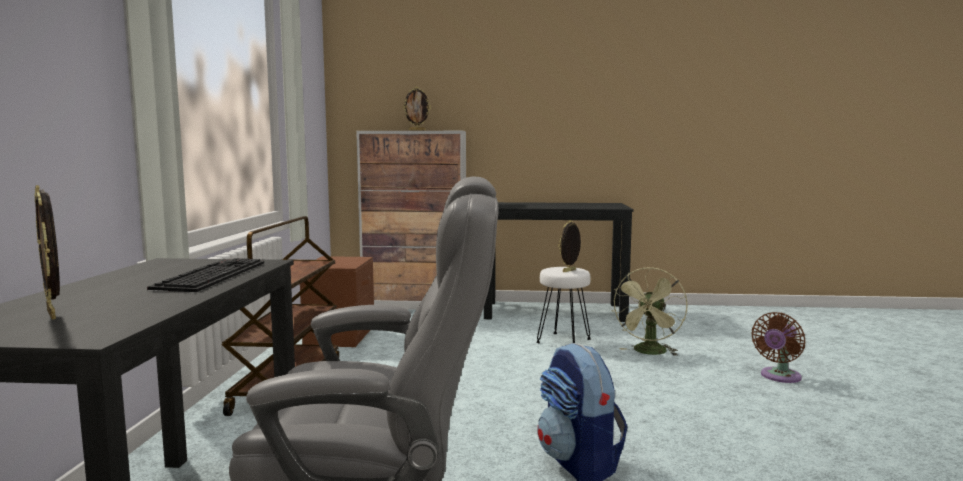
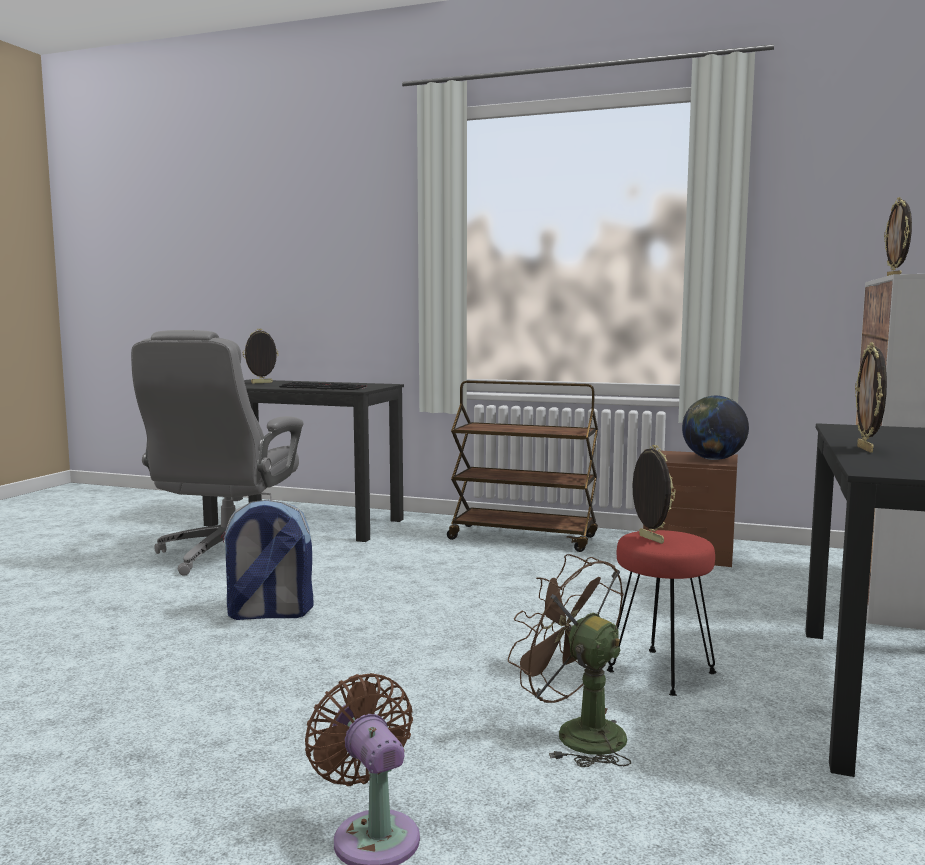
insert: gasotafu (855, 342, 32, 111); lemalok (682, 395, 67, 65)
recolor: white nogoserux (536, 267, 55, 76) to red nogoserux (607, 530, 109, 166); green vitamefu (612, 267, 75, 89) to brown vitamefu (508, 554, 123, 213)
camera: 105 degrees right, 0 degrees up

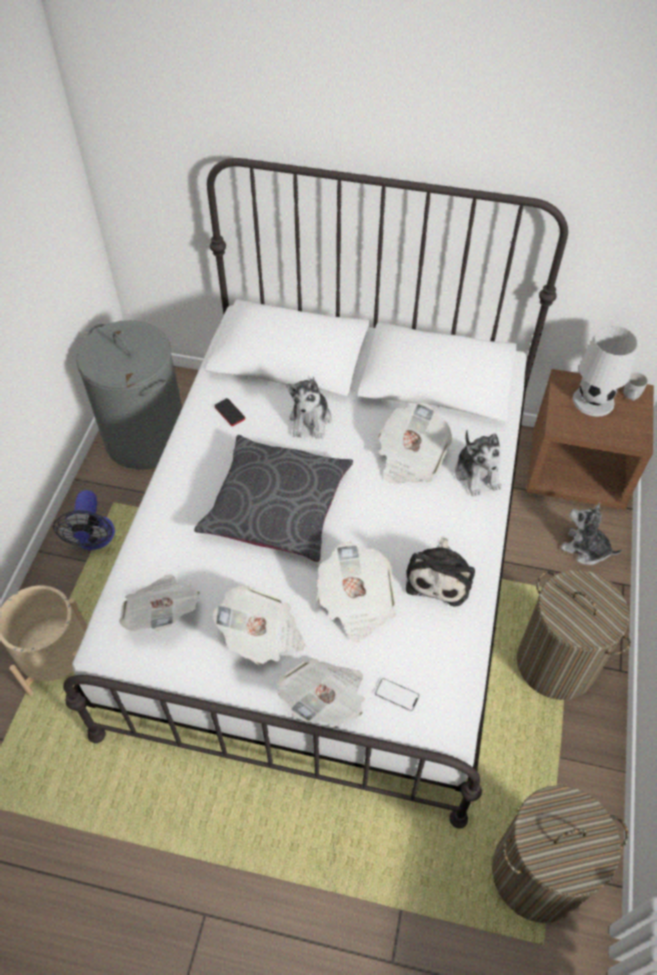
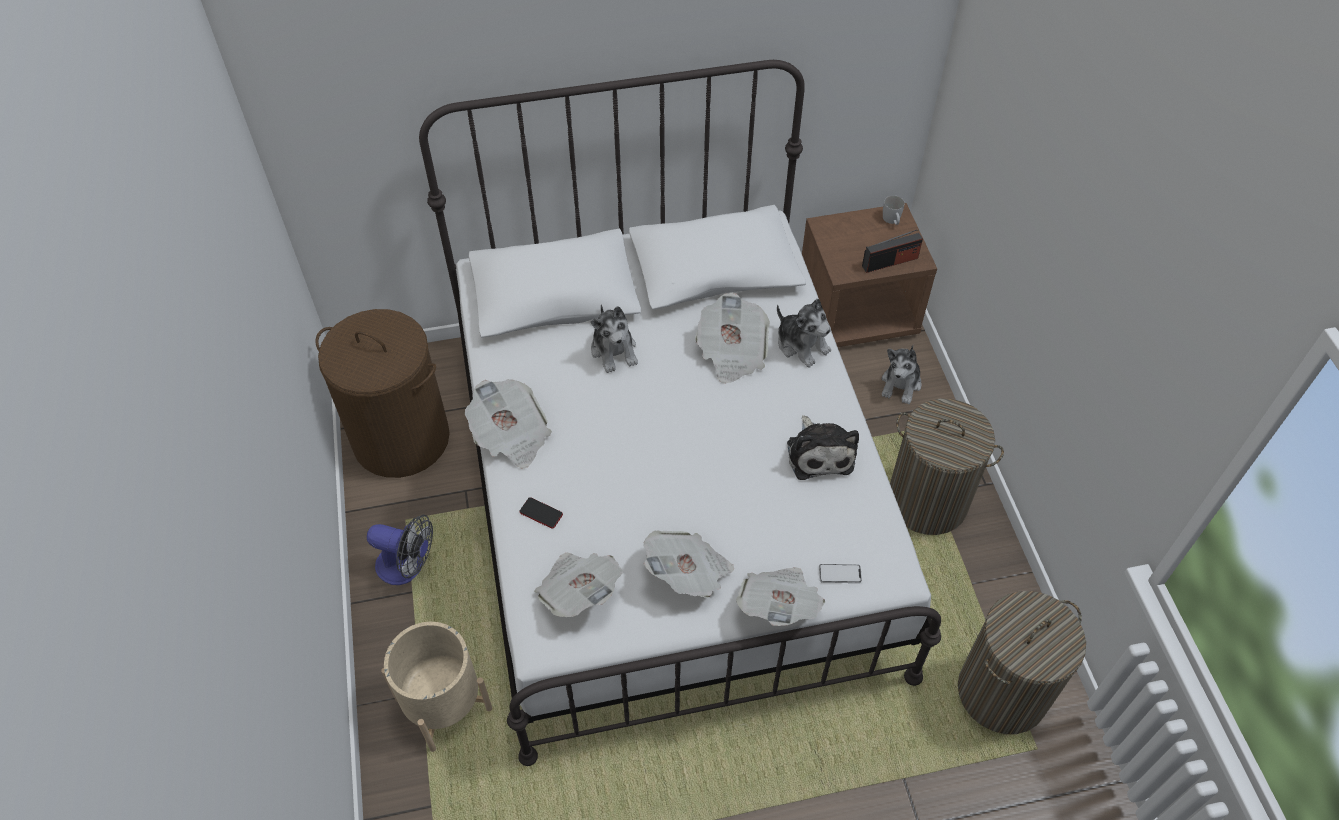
delete: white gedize (573, 326, 65, 91); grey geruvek (194, 435, 159, 127)
insert: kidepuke (862, 229, 61, 44)
move: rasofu (214, 398, 31, 28) to (519, 497, 44, 32); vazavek (317, 542, 79, 100) to (465, 379, 87, 89)
recolor: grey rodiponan (76, 320, 106, 150) to brown rodiponan (316, 309, 134, 169)
rotate: vitamefu (53, 490, 62, 61) = (367, 514, 66, 71) 45 degrees counterclockwise; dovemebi (561, 502, 61, 63) = (882, 345, 39, 59) 75 degrees counterclockwise
camera: 25 degrees left, 0 degrees up

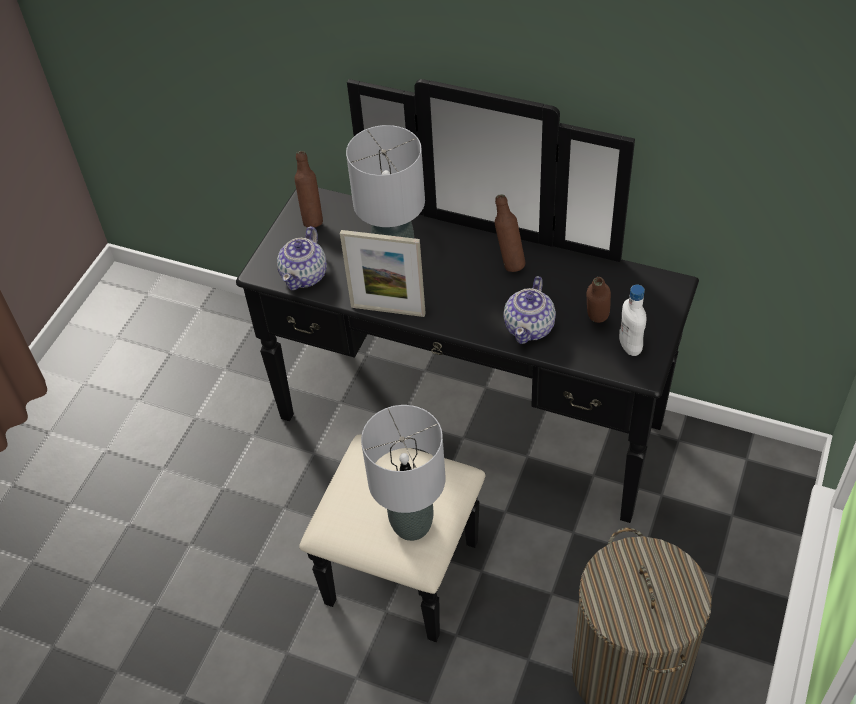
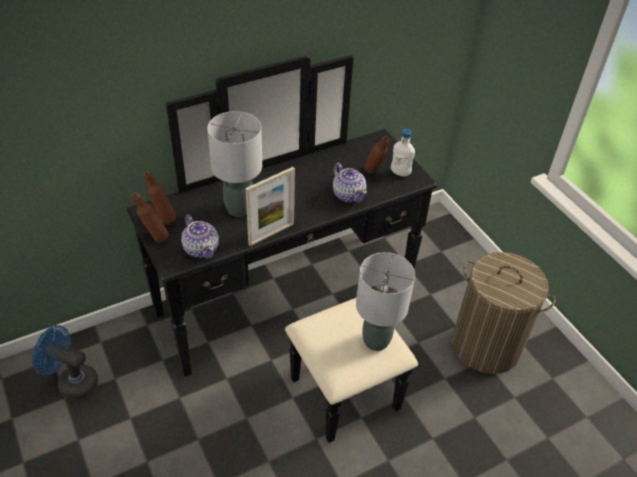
insert: blue vitamefu (32, 325, 66, 74)
move: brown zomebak (495, 194, 30, 78) to (132, 192, 37, 51)
camera: 55 degrees left, 5 degrees down

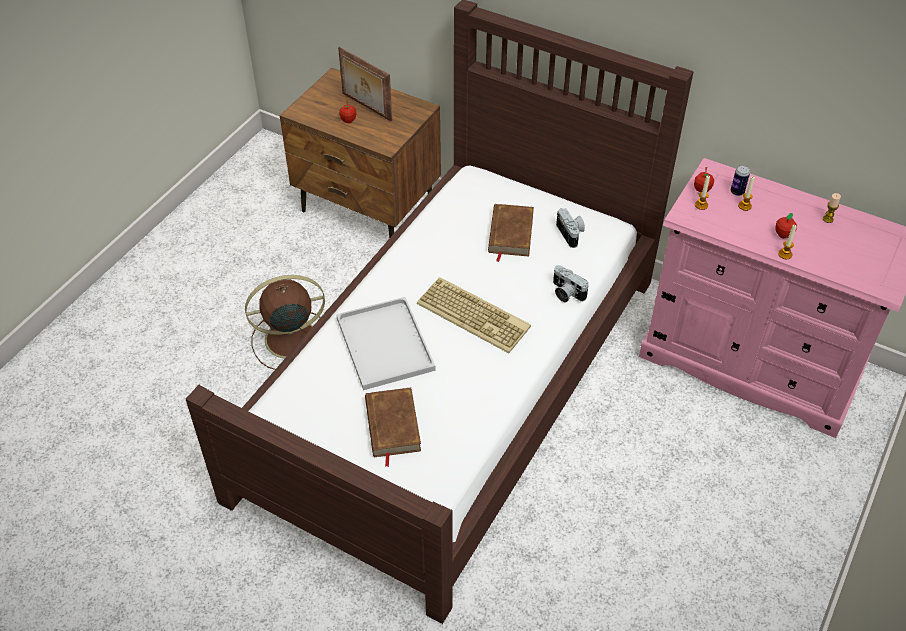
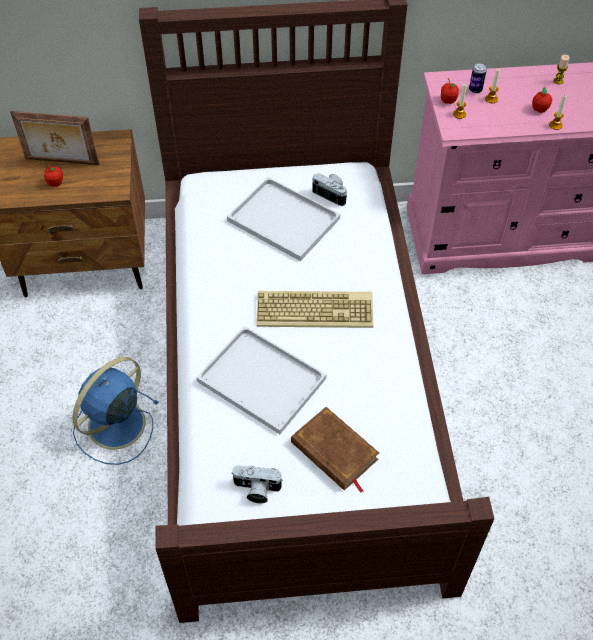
move: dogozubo (553, 265, 36, 37) to (231, 465, 52, 38)
replace: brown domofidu (488, 204, 46, 58) to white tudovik (227, 177, 113, 84)
recolor: brown vitamefu (245, 275, 80, 95) to blue vitamefu (72, 357, 86, 108)
camera: 35 degrees left, 5 degrees up

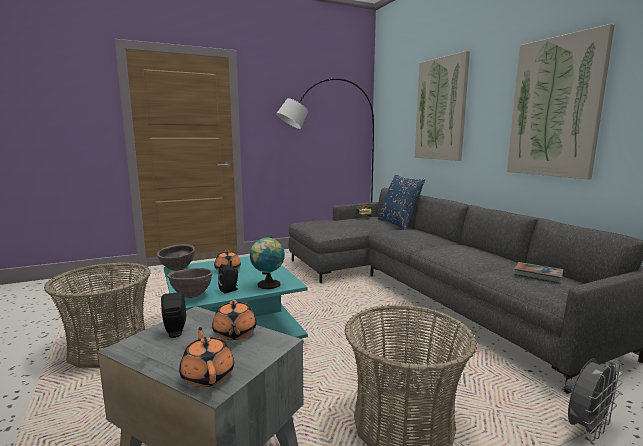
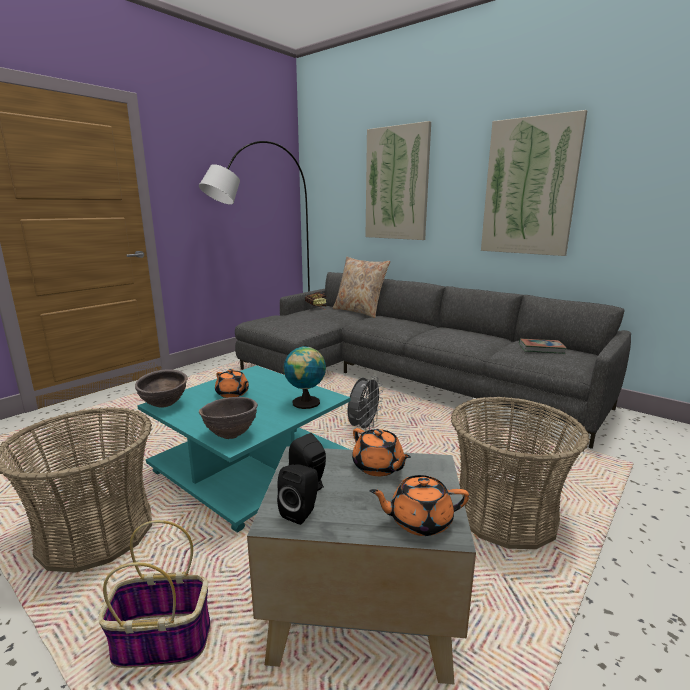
insert: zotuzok (98, 520, 113, 148)
move: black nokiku (218, 264, 20, 30) to (277, 465, 41, 60); grey vitamefu (565, 358, 58, 83) to (348, 376, 35, 55)
recolor: blue geruvek (378, 174, 47, 56) to beige geruvek (333, 257, 57, 61)
rotate: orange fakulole (179, 327, 55, 60) = (369, 475, 100, 61) 45 degrees counterclockwise
camera: 25 degrees left, 5 degrees up

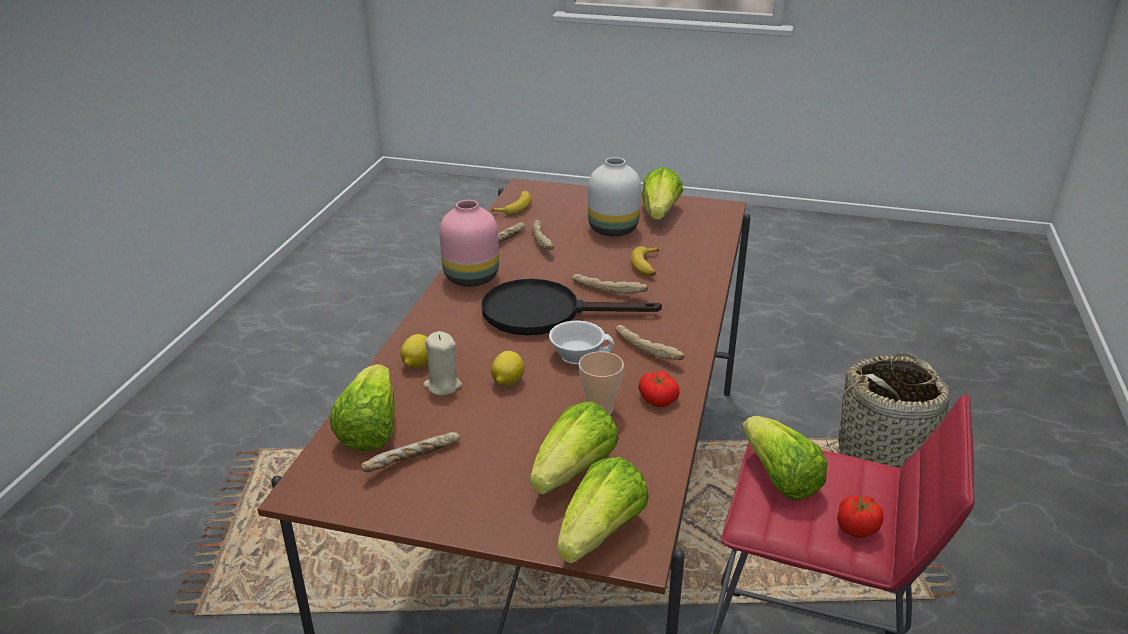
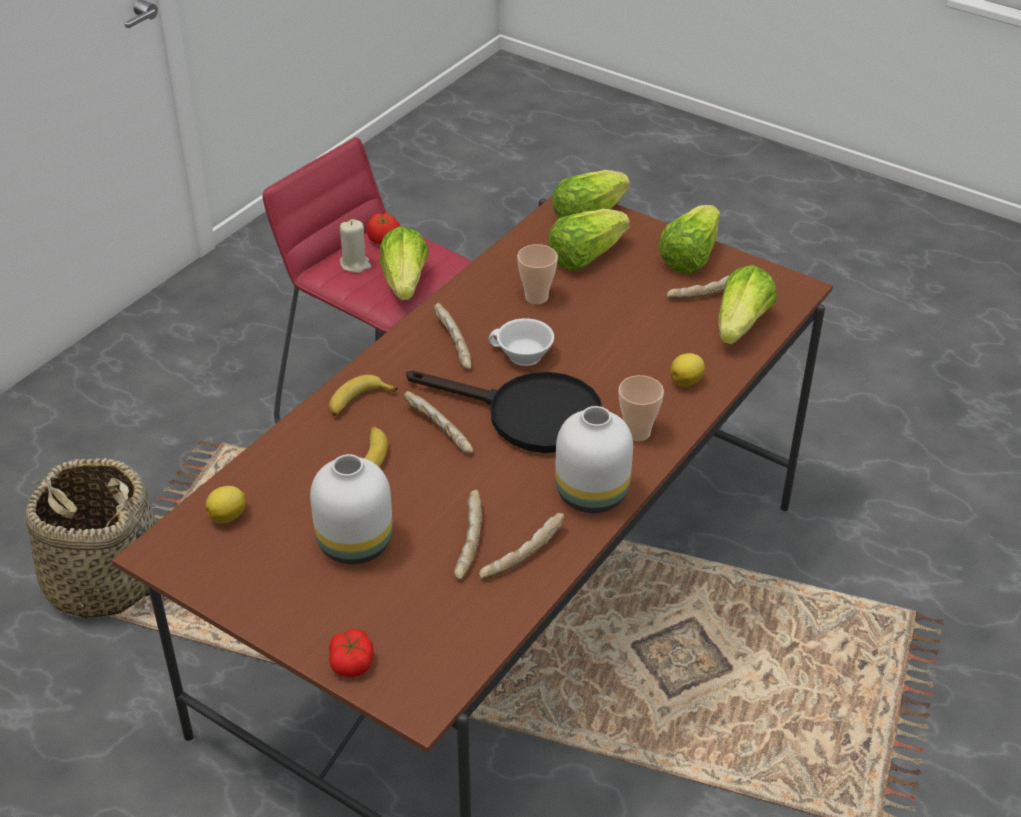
insert: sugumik (619, 375, 45, 66)
move: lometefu (642, 167, 41, 53) to (658, 205, 62, 68); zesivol (491, 191, 40, 24) to (329, 375, 69, 41); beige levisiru (423, 331, 39, 65) to (340, 219, 31, 54); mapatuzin (491, 351, 33, 35) to (205, 486, 41, 38); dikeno (638, 371, 42, 36) to (329, 629, 45, 48)
recolor: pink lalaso (439, 200, 60, 87) to white lalaso (555, 406, 78, 107)
camera: 160 degrees left, 10 degrees up

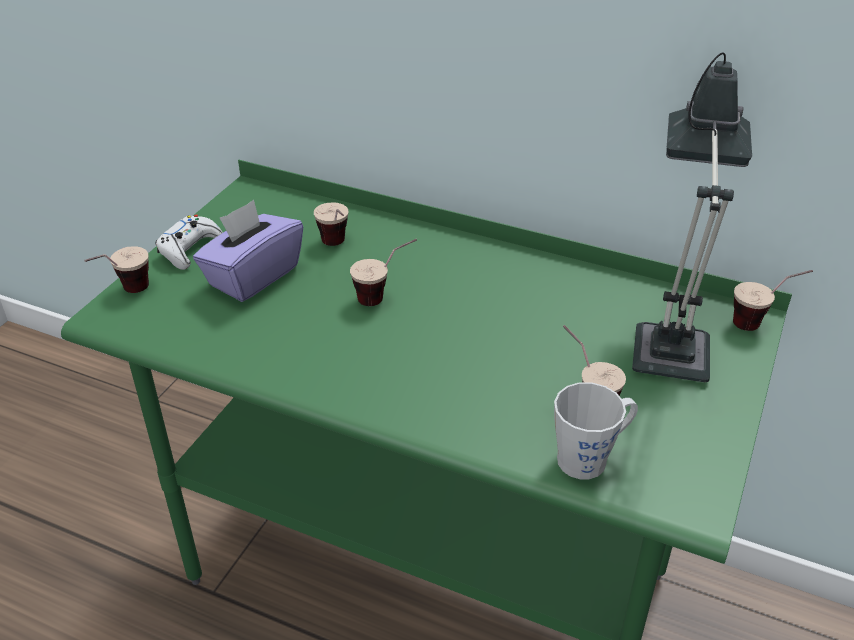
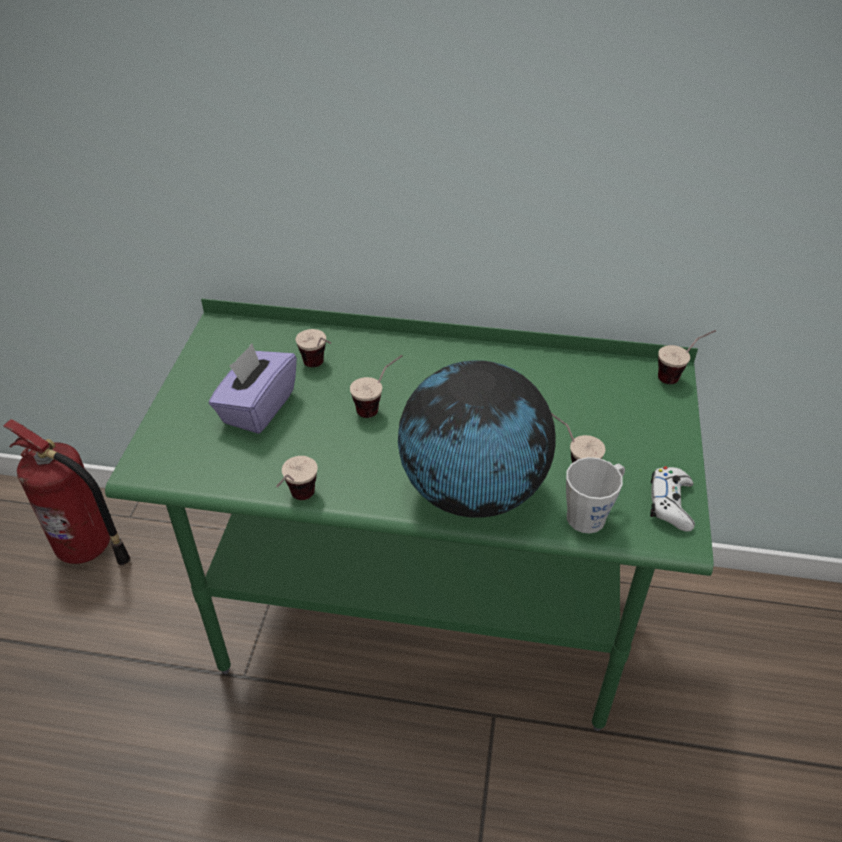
delete: gedize (632, 52, 120, 330)
insert: lemalok (398, 360, 158, 158); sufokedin (3, 419, 128, 146)
move: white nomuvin (155, 215, 68, 55) to (650, 466, 45, 66); sugumik (84, 246, 65, 47) to (276, 456, 42, 44)
camera: 15 degrees left, 5 degrees up

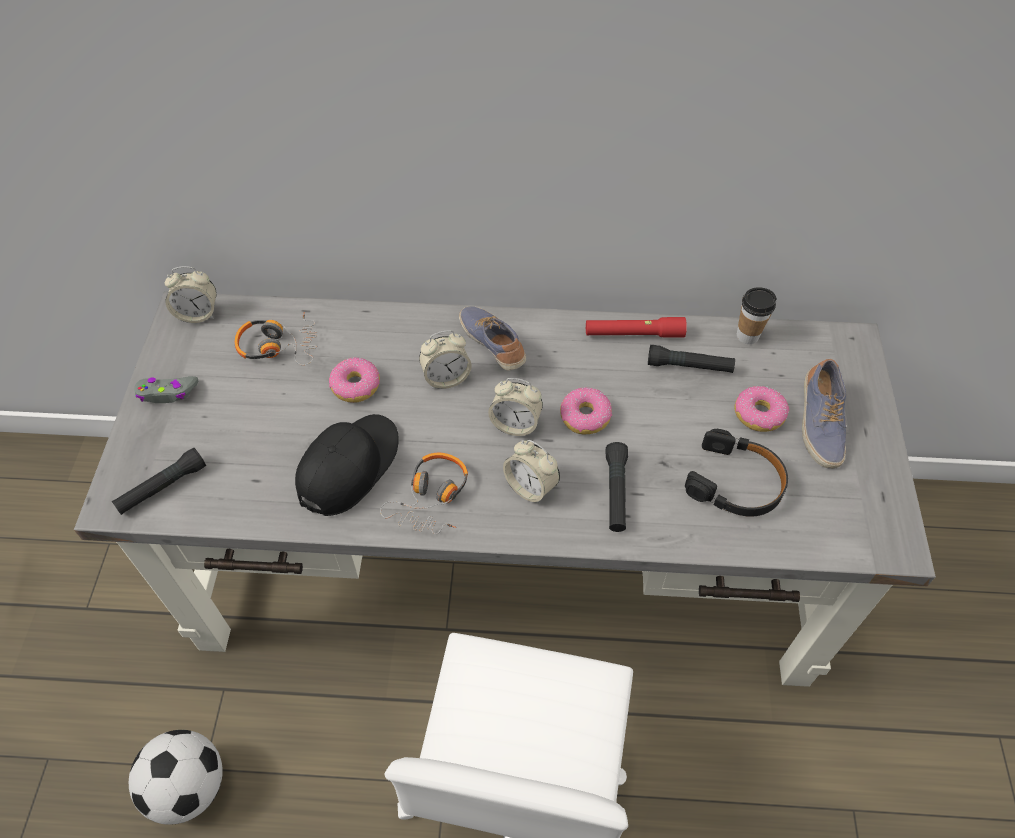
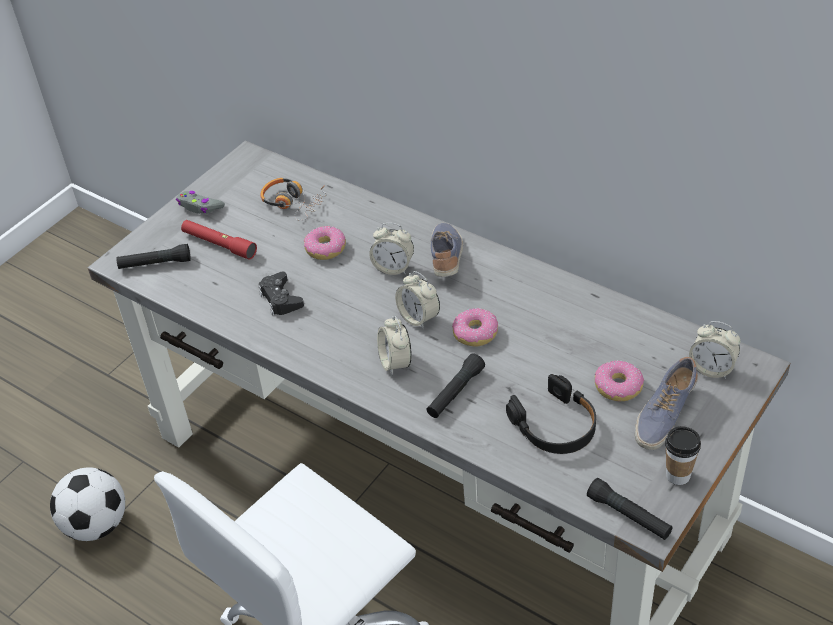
delete: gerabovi (380, 453, 88, 81)
move: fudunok (165, 266, 52, 57) to (689, 321, 52, 58); sugumik (737, 287, 40, 57) to (665, 426, 36, 59); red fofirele (586, 317, 101, 21) to (181, 220, 76, 40); black fofirele (648, 345, 87, 28) to (587, 478, 86, 62)
replace: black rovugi (295, 414, 104, 102) to black nomuvin (258, 272, 46, 43)
camera: 35 degrees right, 10 degrees down

